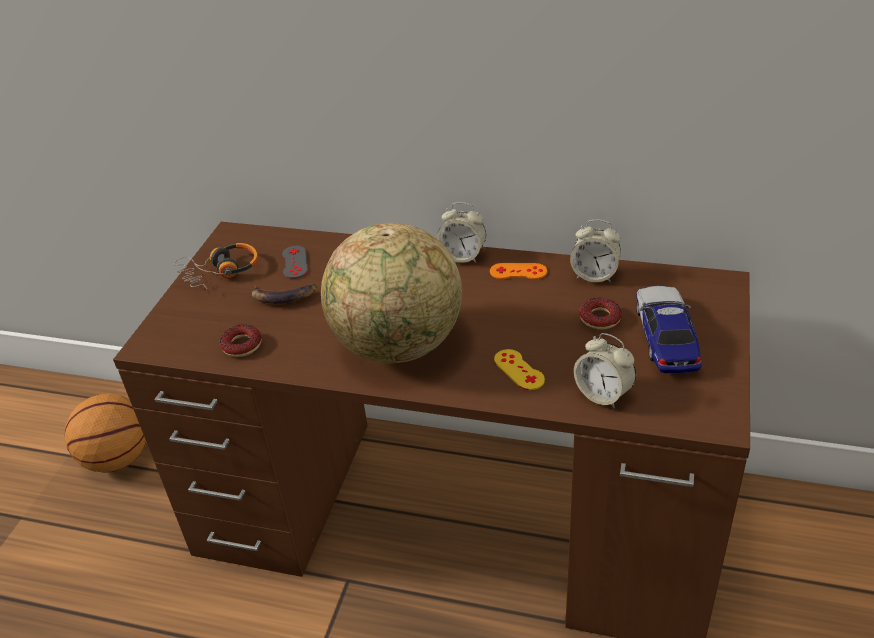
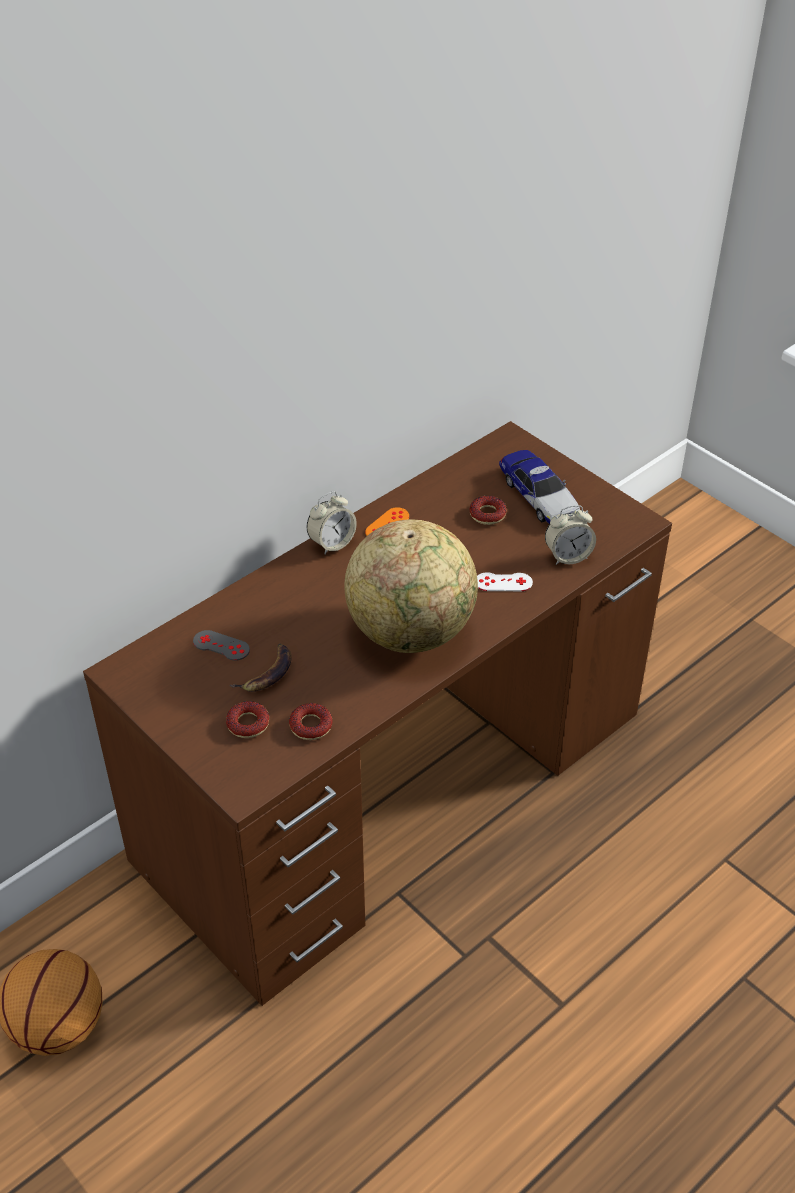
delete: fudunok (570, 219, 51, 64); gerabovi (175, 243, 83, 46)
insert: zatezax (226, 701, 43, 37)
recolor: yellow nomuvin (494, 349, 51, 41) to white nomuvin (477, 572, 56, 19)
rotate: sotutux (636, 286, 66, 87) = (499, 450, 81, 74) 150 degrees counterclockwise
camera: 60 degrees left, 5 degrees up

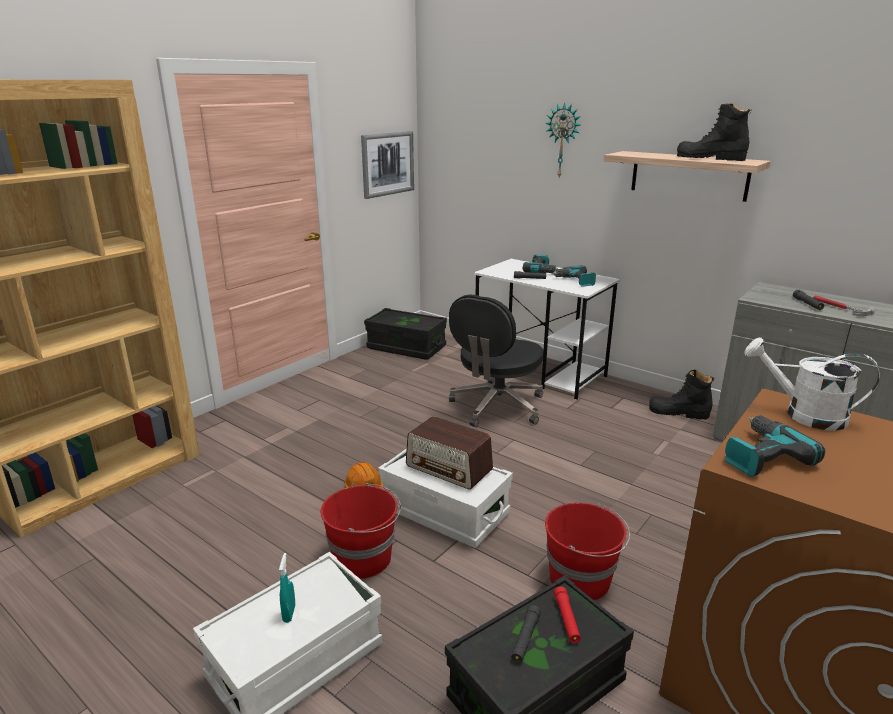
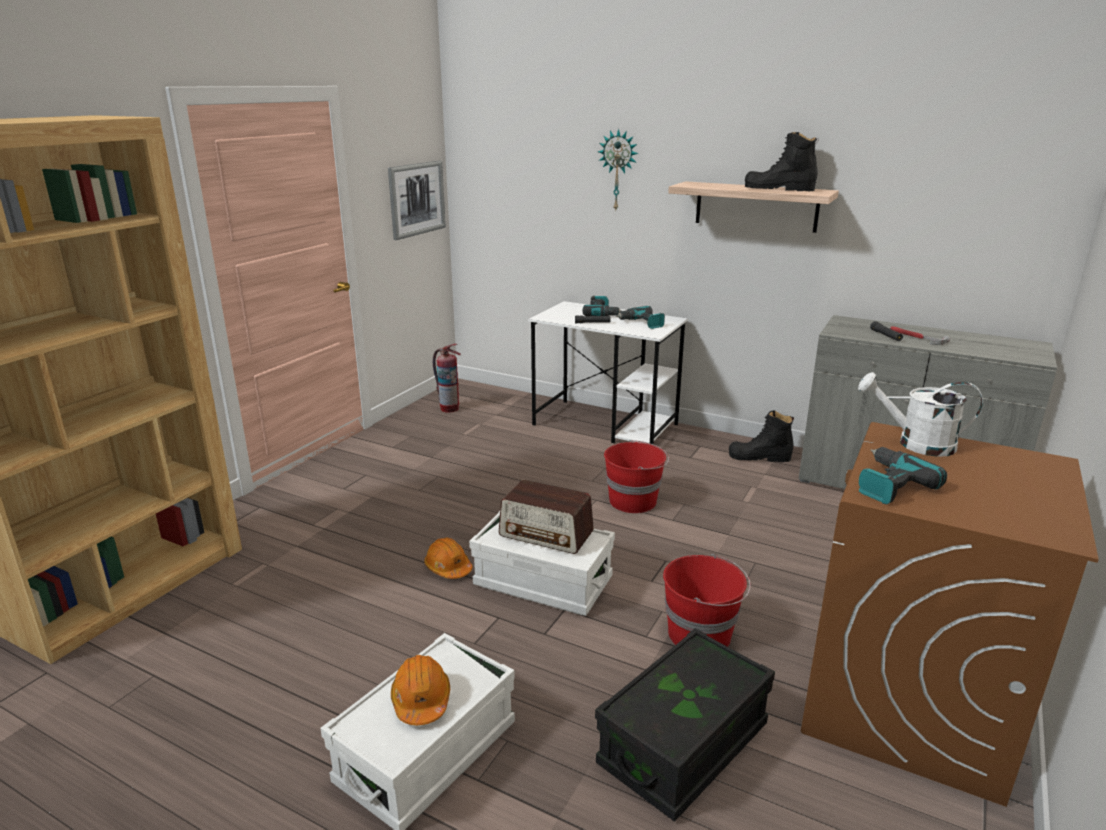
delete: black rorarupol (449, 295, 95, 132); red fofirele (554, 586, 27, 57); black fofirele (511, 605, 30, 58)
move: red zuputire (321, 483, 80, 96) to (604, 440, 65, 73)
replace: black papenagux (364, 308, 83, 52) to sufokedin (433, 344, 28, 69); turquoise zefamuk (279, 553, 16, 70) to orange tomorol (391, 655, 59, 70)
camera: 10 degrees left, 0 degrees up

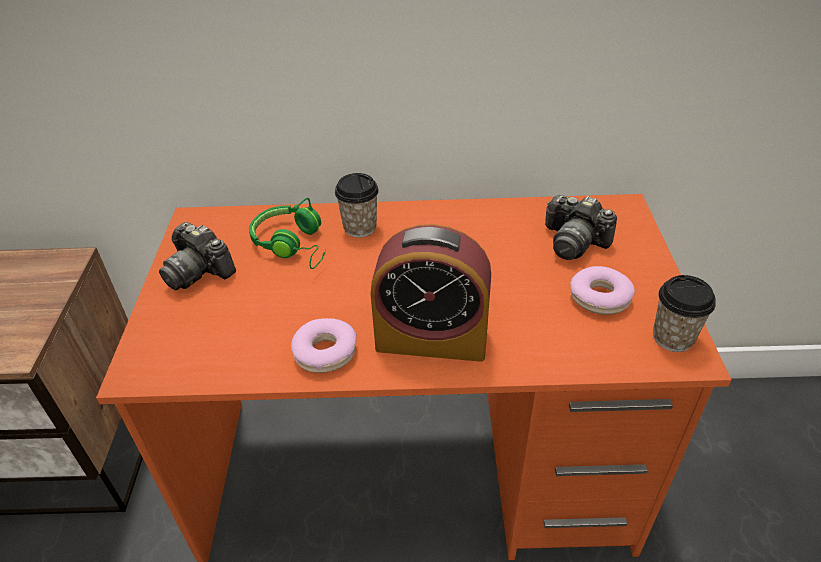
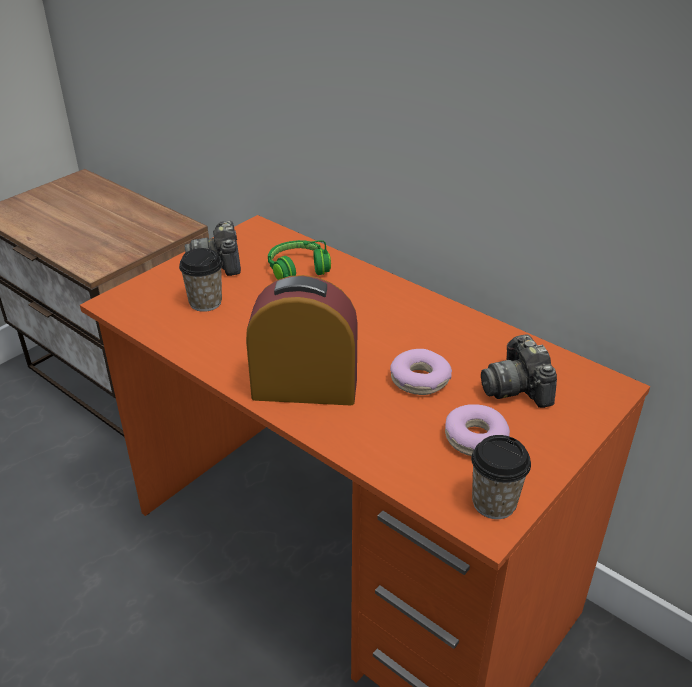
move: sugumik (335, 173, 44, 65) to (179, 248, 44, 64); zatezax (291, 318, 66, 55) to (390, 349, 62, 46)
rotate: fudunok (371, 224, 120, 138) = (246, 275, 112, 131) 135 degrees clockwise
camera: 40 degrees right, 5 degrees down

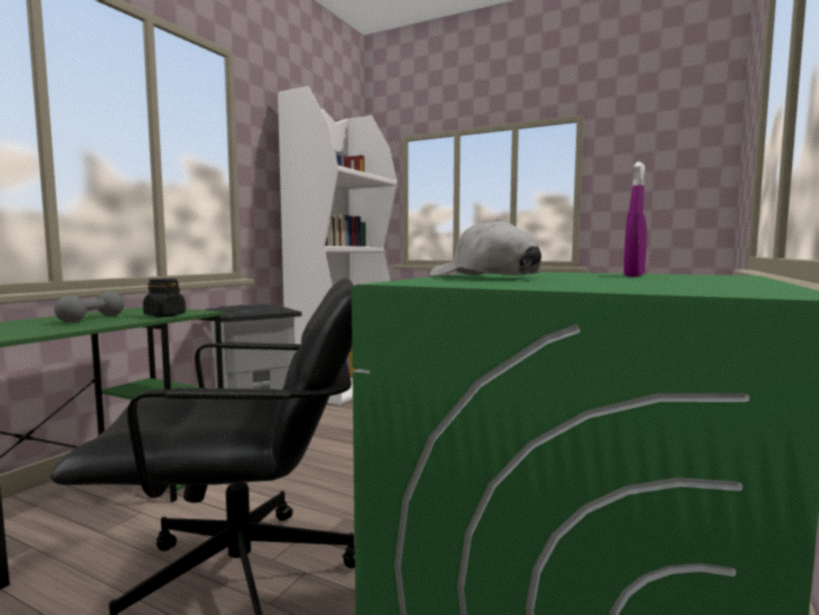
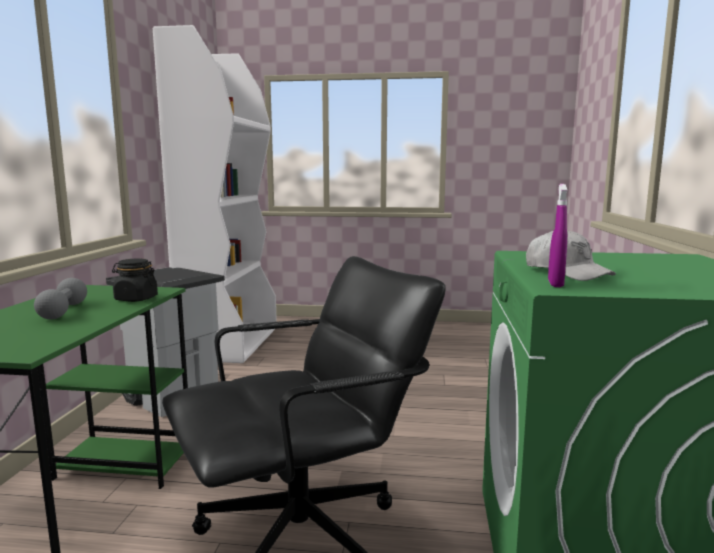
move: purple zefamuk (624, 162, 23, 115) to (548, 184, 19, 103)
rotate: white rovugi (429, 219, 112, 58) = (526, 231, 90, 50) 150 degrees counterclockwise
camera: 20 degrees left, 5 degrees up

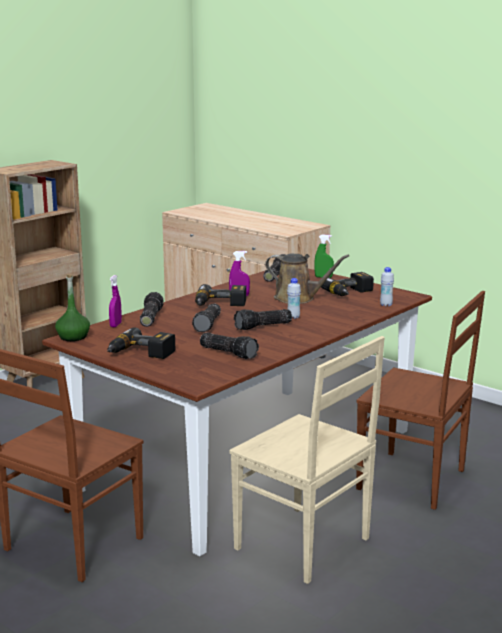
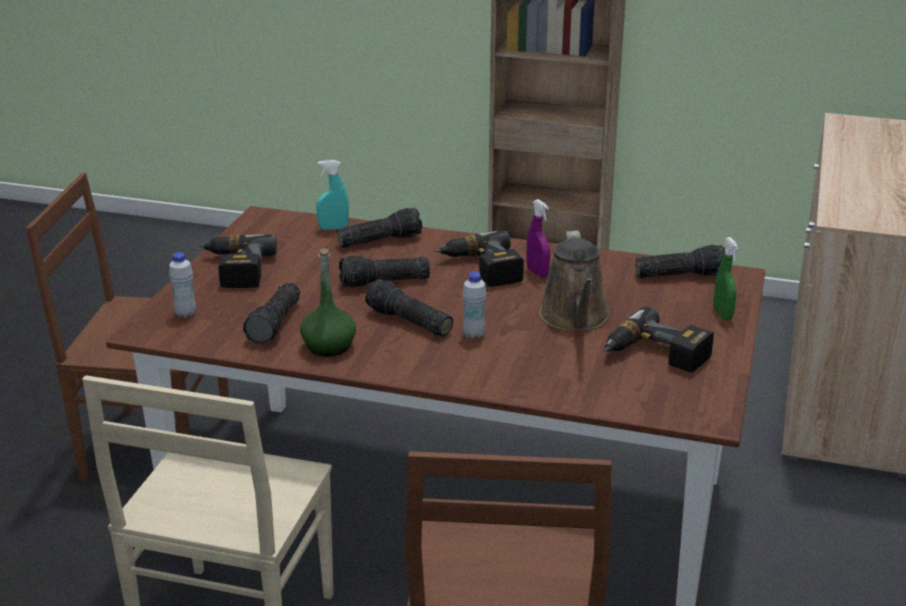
move: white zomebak (380, 267, 14, 40) to (169, 252, 27, 66); green zomebak (55, 274, 35, 67) to (300, 248, 56, 109)
recolor: purple zefamuk (109, 275, 13, 52) to turquoise zefamuk (316, 160, 33, 70)
camera: 65 degrees right, 10 degrees up

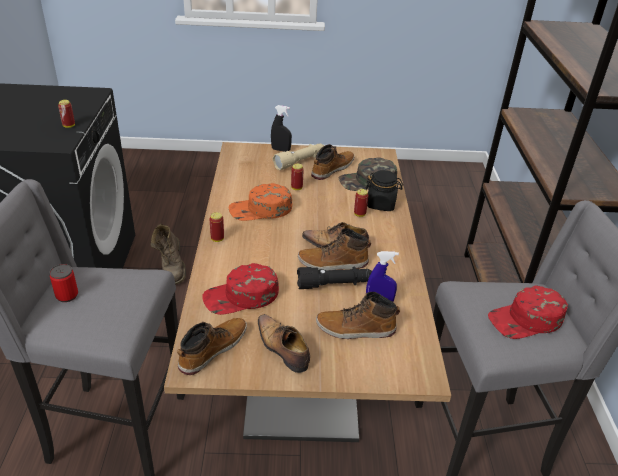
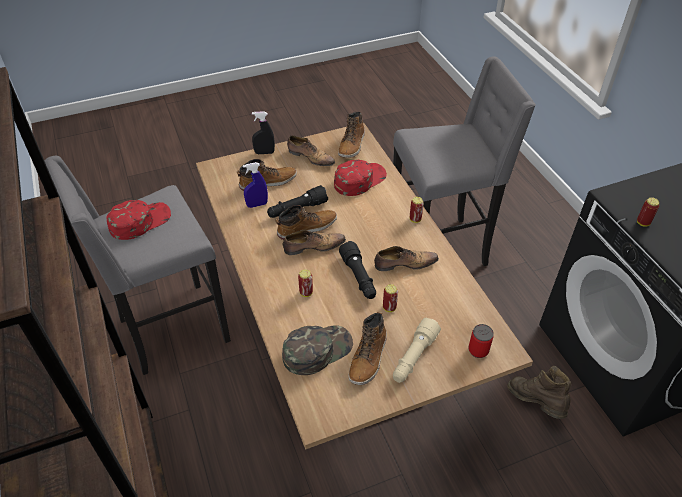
delete: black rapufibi (365, 170, 38, 41)
insert: black fofirele (339, 241, 37, 58)
move: black zefamuk (271, 105, 21, 47) to (252, 111, 23, 43); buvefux (49, 264, 29, 38) to (468, 324, 26, 34)
replace: orange rovugi (229, 183, 63, 38) to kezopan (374, 246, 65, 25)
camera: 160 degrees right, 10 degrees up

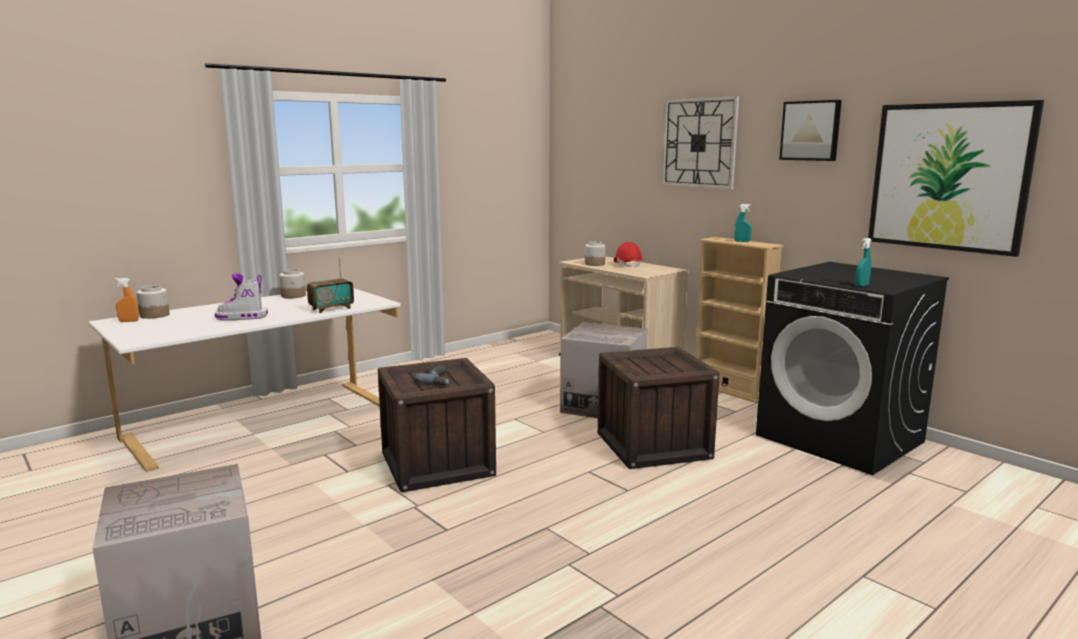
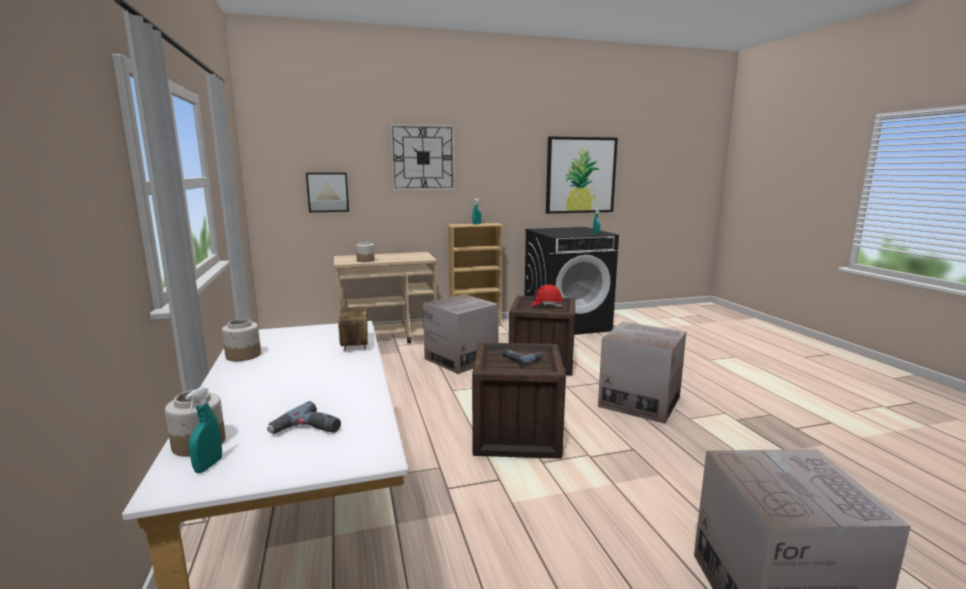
delete: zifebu (214, 274, 54, 46)
insert: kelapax (598, 321, 88, 103); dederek (267, 401, 74, 33)
move: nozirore (779, 100, 63, 61) to (306, 173, 43, 39); red tomorol (614, 242, 29, 26) to (531, 284, 32, 23)
recolor: orange zefamuk (115, 278, 24, 44) to turquoise zefamuk (185, 387, 37, 86)
camera: 65 degrees left, 0 degrees up

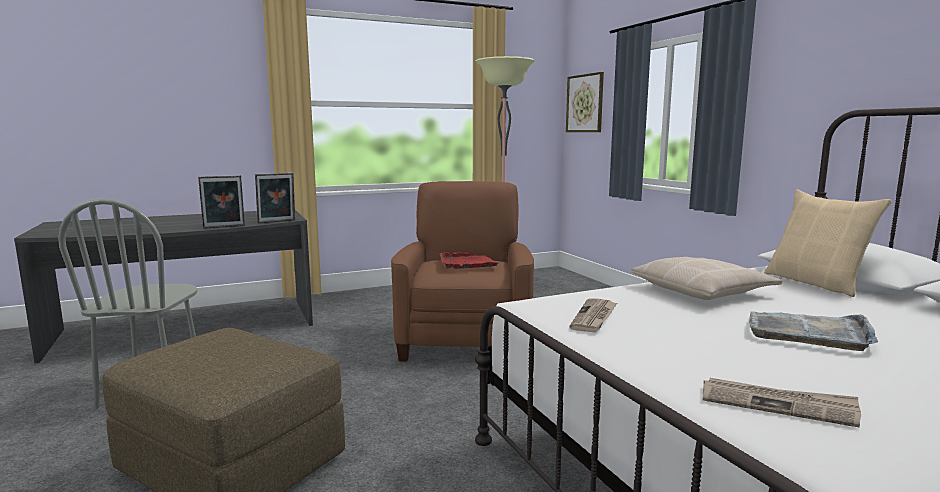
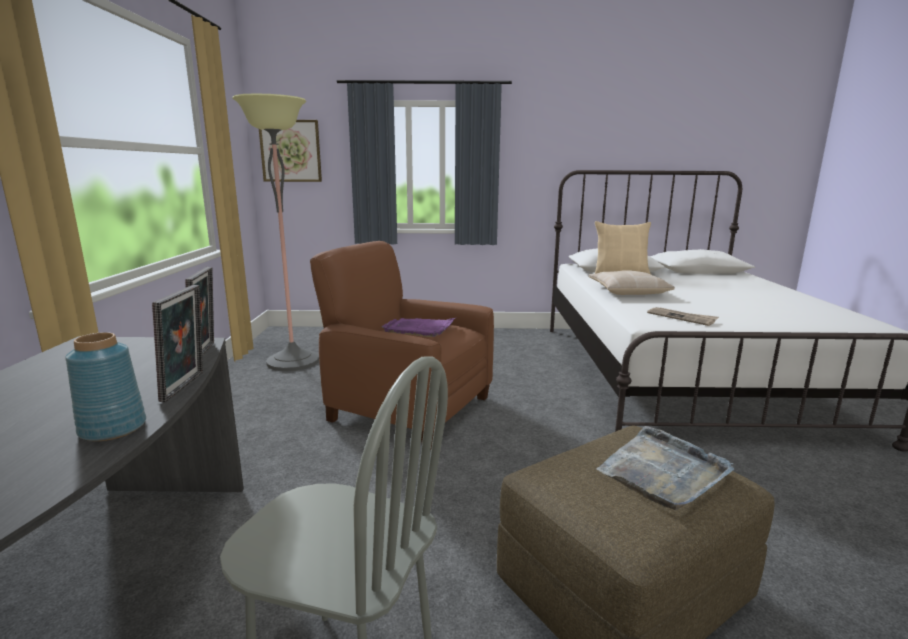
delete: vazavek (702, 378, 159, 49)
insert: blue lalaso (65, 332, 81, 109)
move: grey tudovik (749, 311, 129, 40) to (596, 426, 138, 84)
recolor: red tudovik (440, 252, 58, 17) to purple tudovik (382, 318, 73, 19)
camera: 65 degrees left, 5 degrees up

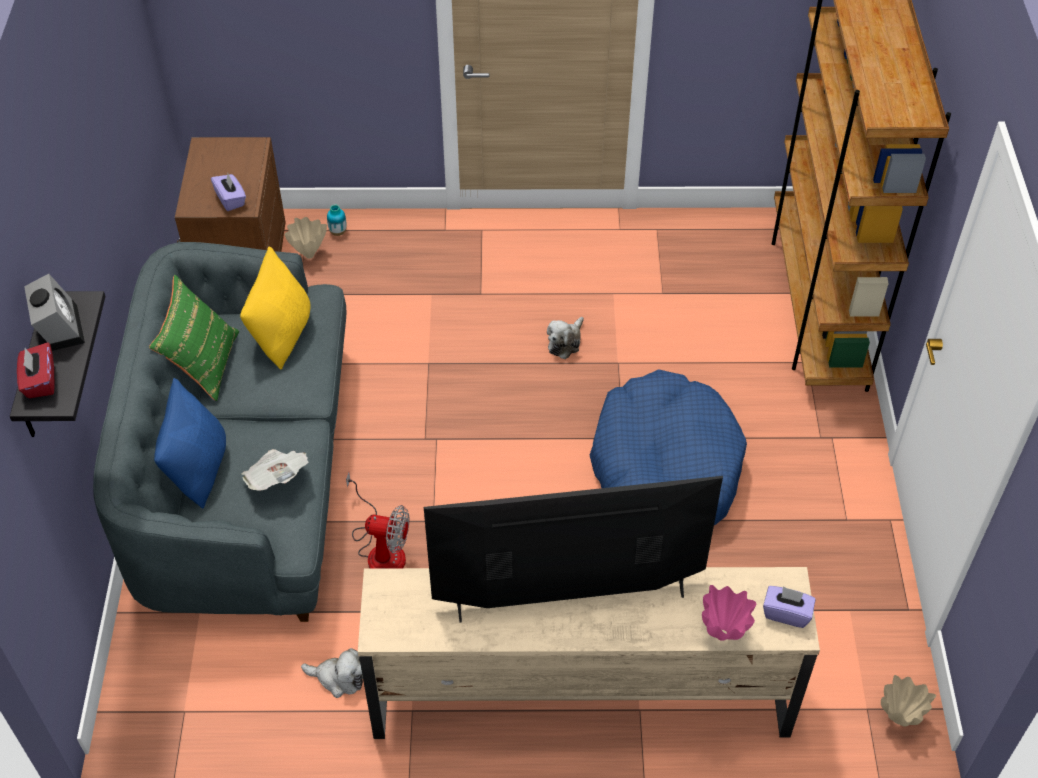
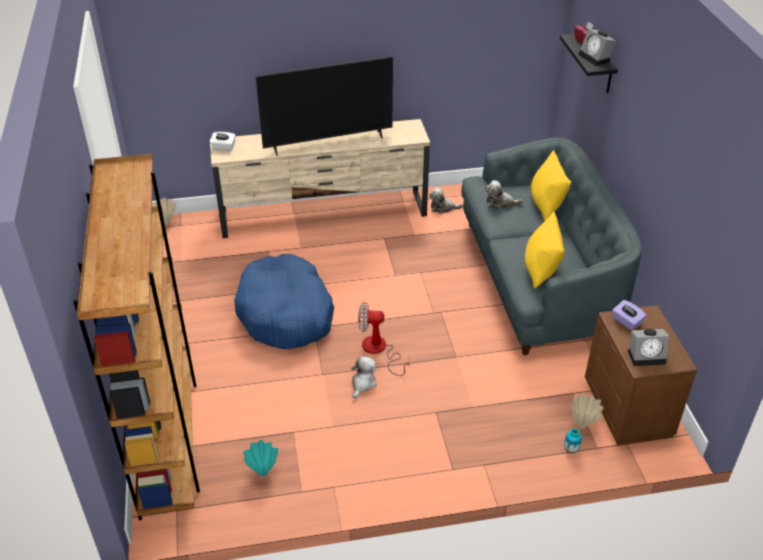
delete: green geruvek (149, 275, 90, 126); pink lalaso (702, 585, 54, 56)
insert: fudunok (628, 329, 41, 37); turquoise lalaso (243, 439, 35, 37)
move: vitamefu (346, 472, 63, 96) to (358, 302, 52, 74)
replace: vazavek (242, 449, 66, 42) to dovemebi (485, 180, 38, 30)
recolor: blue geruvek (154, 378, 72, 130) to yellow geruvek (530, 150, 41, 71); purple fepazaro (763, 586, 52, 42) to white fepazaro (210, 132, 26, 19)
camera: 170 degrees right, 10 degrees down

